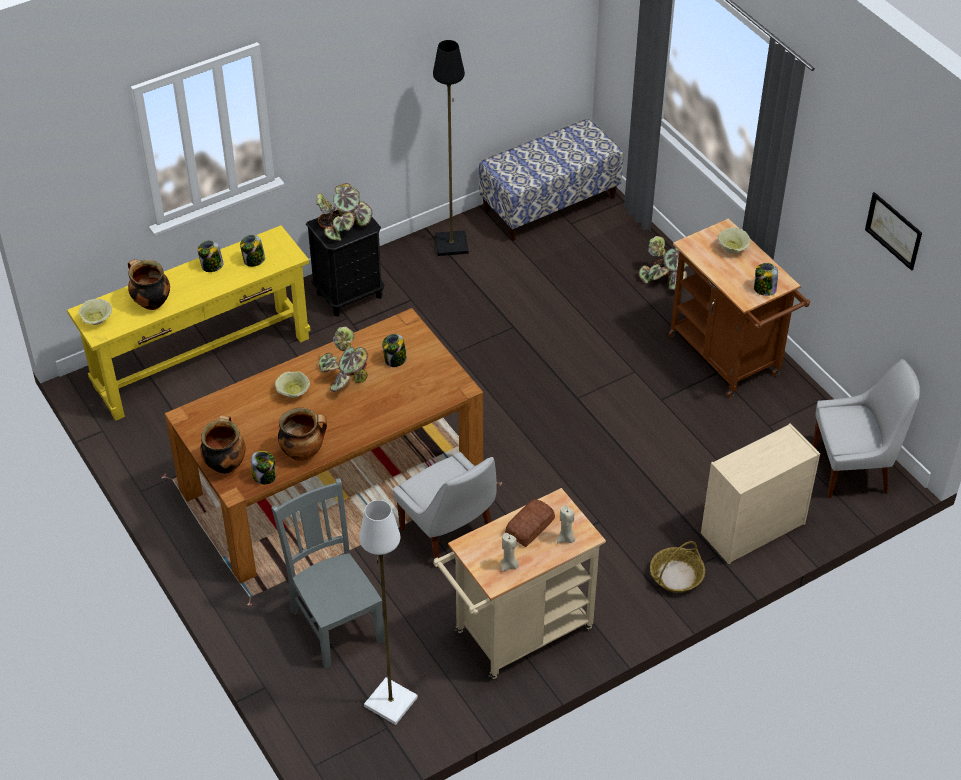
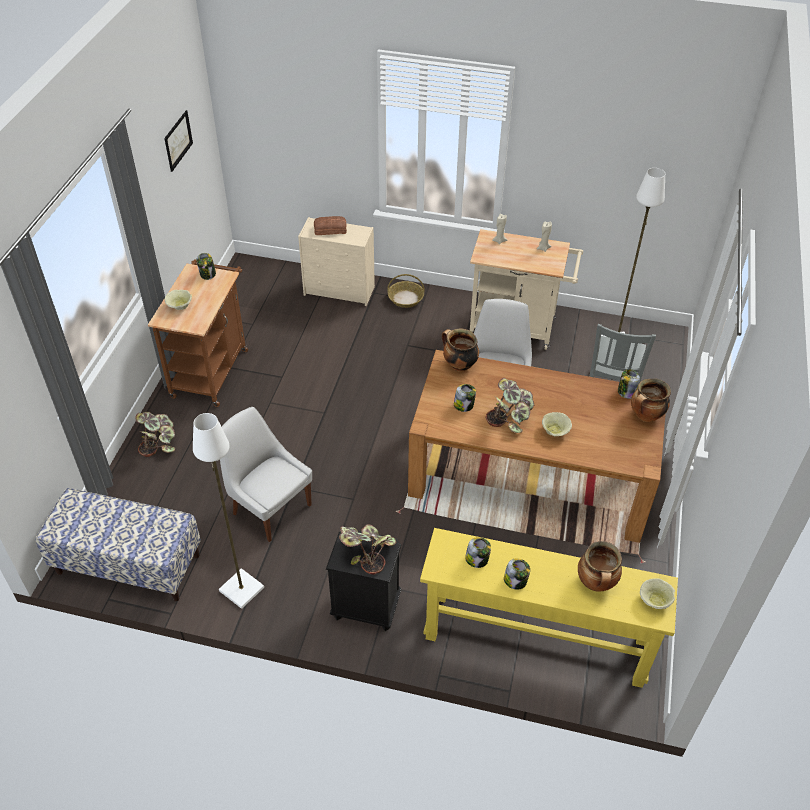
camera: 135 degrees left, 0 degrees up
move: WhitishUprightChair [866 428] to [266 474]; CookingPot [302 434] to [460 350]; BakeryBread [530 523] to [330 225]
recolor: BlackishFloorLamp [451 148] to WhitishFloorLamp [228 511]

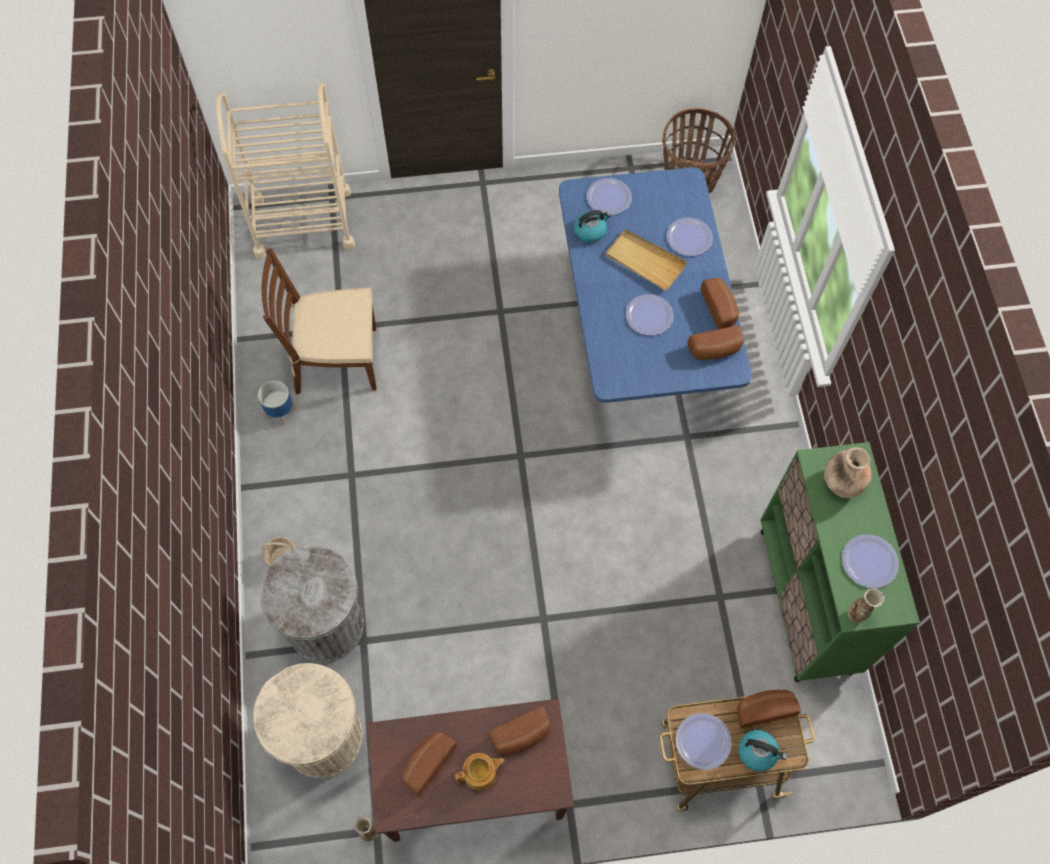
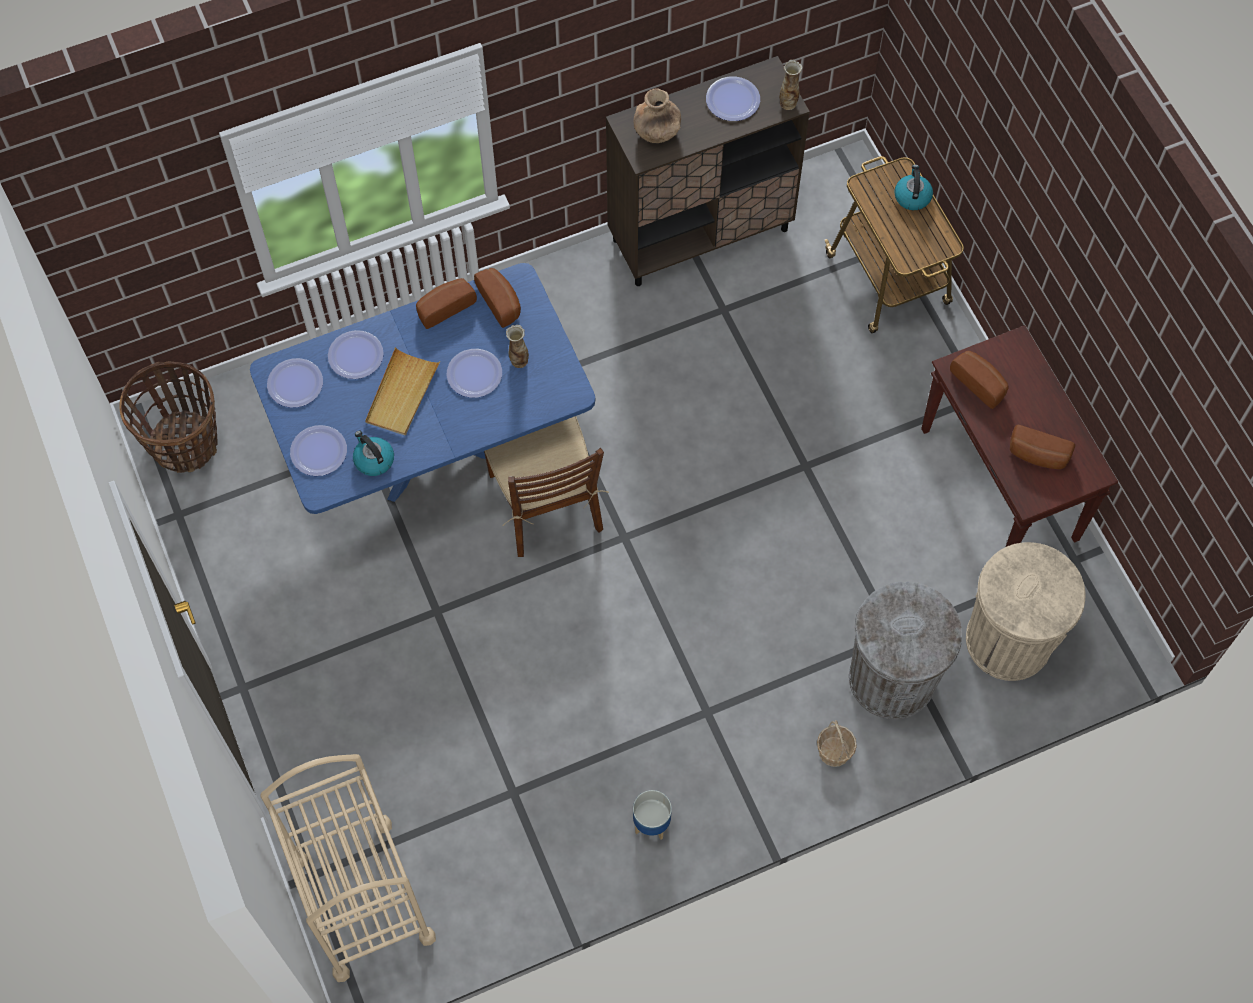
camera: 105 degrees left, 0 degrees up
delete: BakeryBread [769 709]; Teapot [480 771]
move: BrownColouredUprightChair [319 321] to [546 486]; Plate [704 741] to [295 383]; DecorativeVase [366 828] to [517 346]
recolor: GreenCupboard [840 562] to BrownColouredCupboard [708 171]

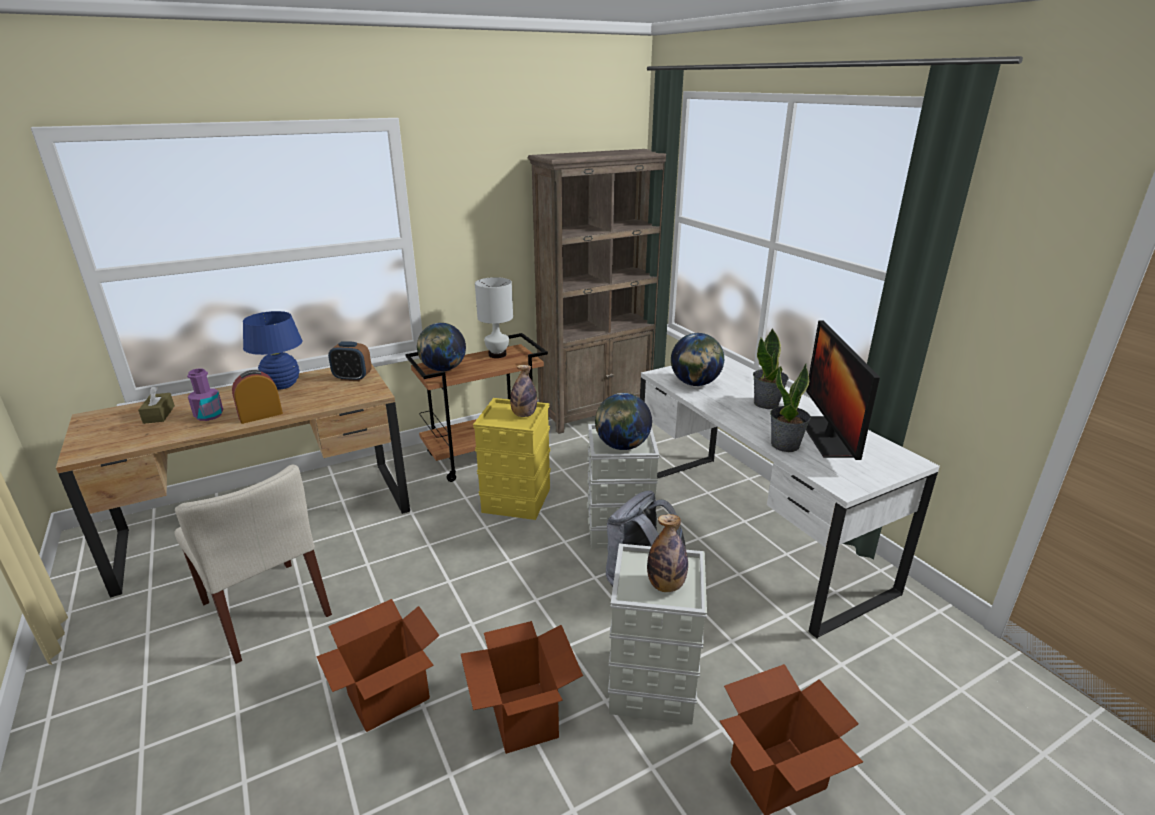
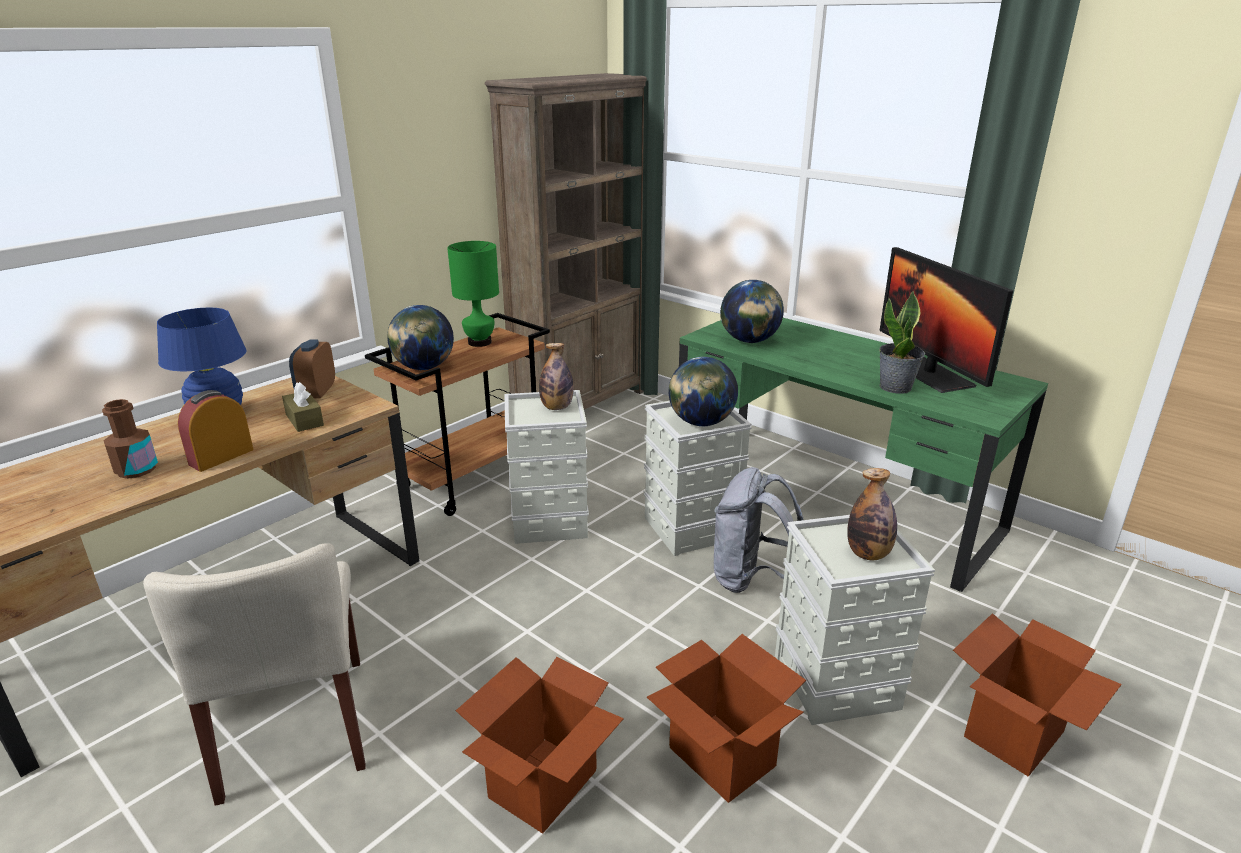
camera: 20 degrees left, 0 degrees up
delete: Houseplant [771 368]
move: BrownColouredTissueBox [156 405] to [303 407]
recolor: WhitishTableLamp [494 317] to GreenTableLamp [473 294]; WhitishDeskTable [790 498] to GreenDeskTable [863 455]; PurplishBottle [205 394] to BrownColouredBottle [130 439]; YellowStorageBin [512 459] to GreyishStorageBin [547 467]
rotate: AlarmClock [350 361] = [312 368] 105 degrees clockwise; SandColouredUprightChair [253 564] = [254 674] 45 degrees clockwise

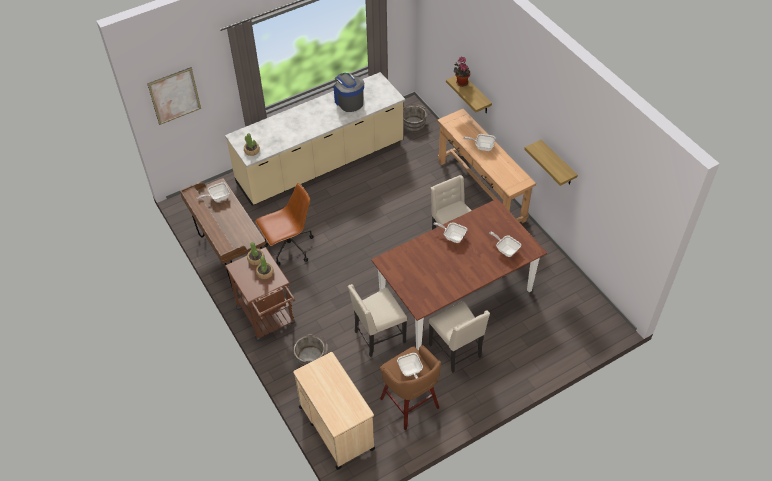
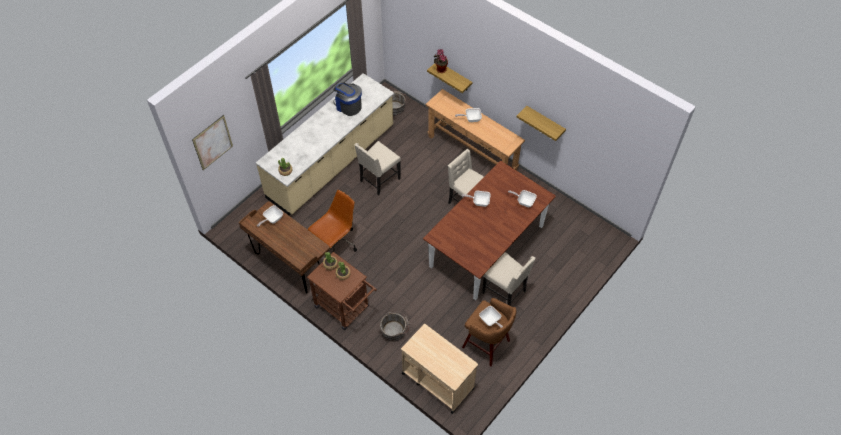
camera: 20 degrees left, 5 degrees up
move: SandColouredUprightChair [377 320] to [377 168]

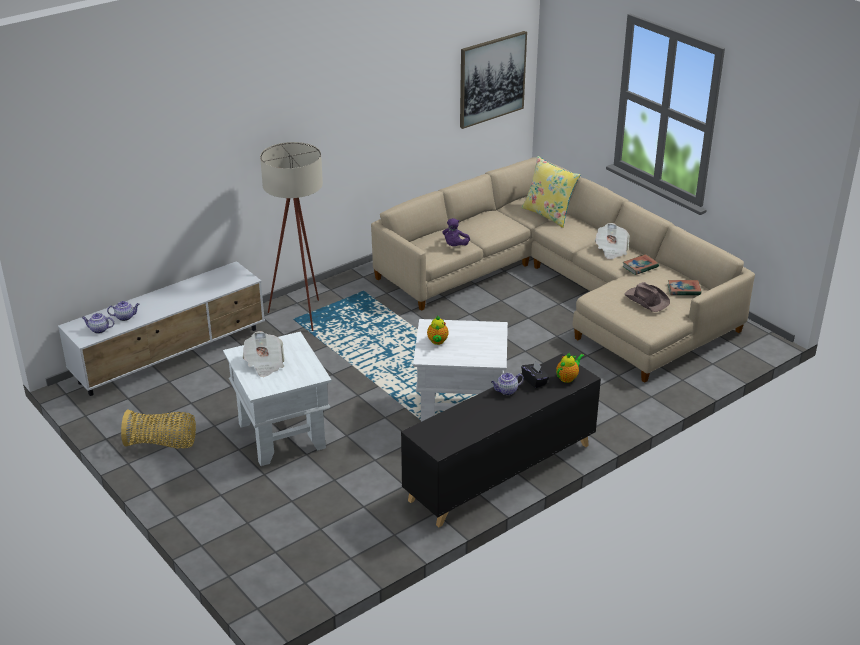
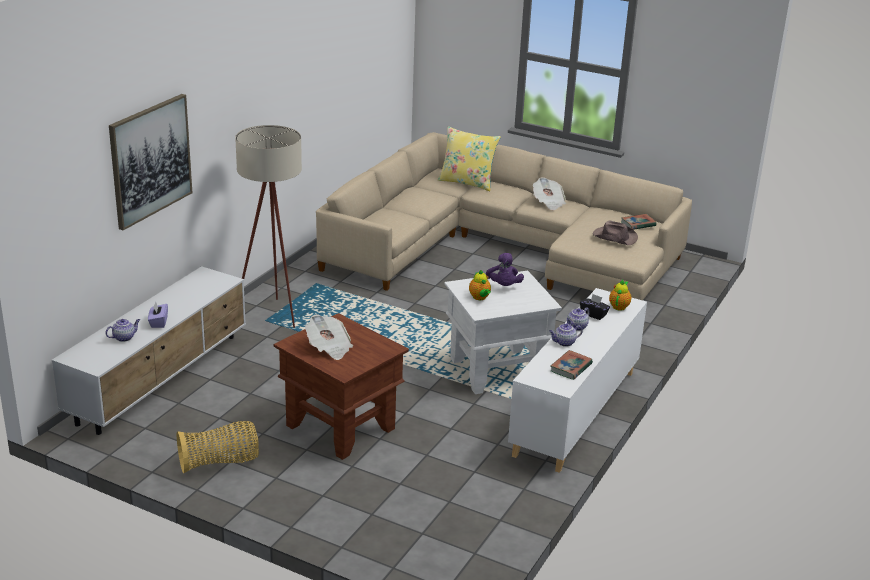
camera: 25 degrees left, 5 degrees down
insert: PurplishTissueBox [158 315]
move: WallPicture [493 80] to [150 162]; PurplishPlushToy [456 232] to [505 269]; BoundBook [641 264] to [572 365]; Teapot [98 323] to [566 335]
recolor: WhitishSideTable [277 399] to BrownColouredSideTable [341 386]; BlackishCupboard [501 440] to WhitishCupboard [577 380]

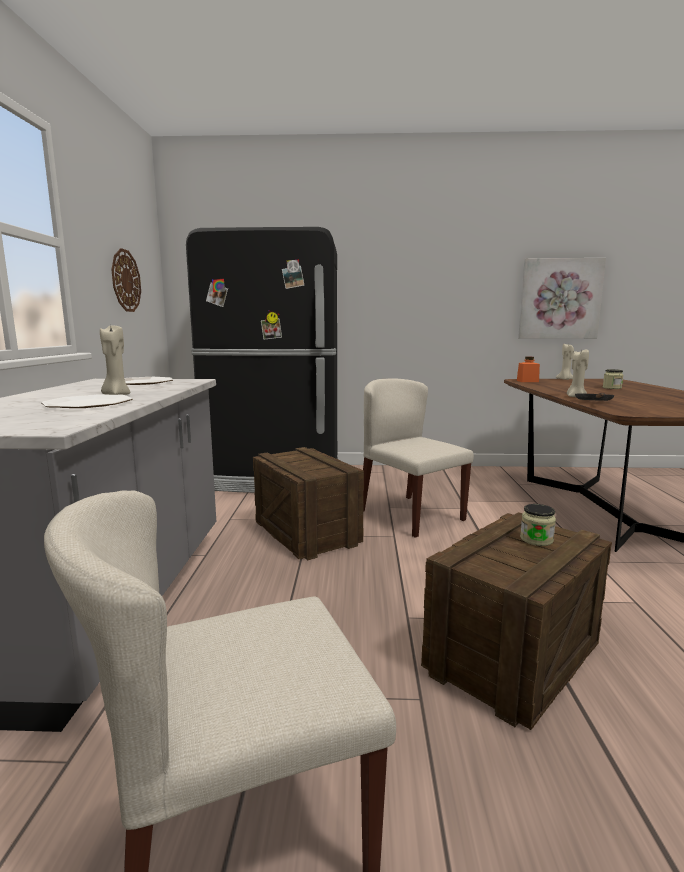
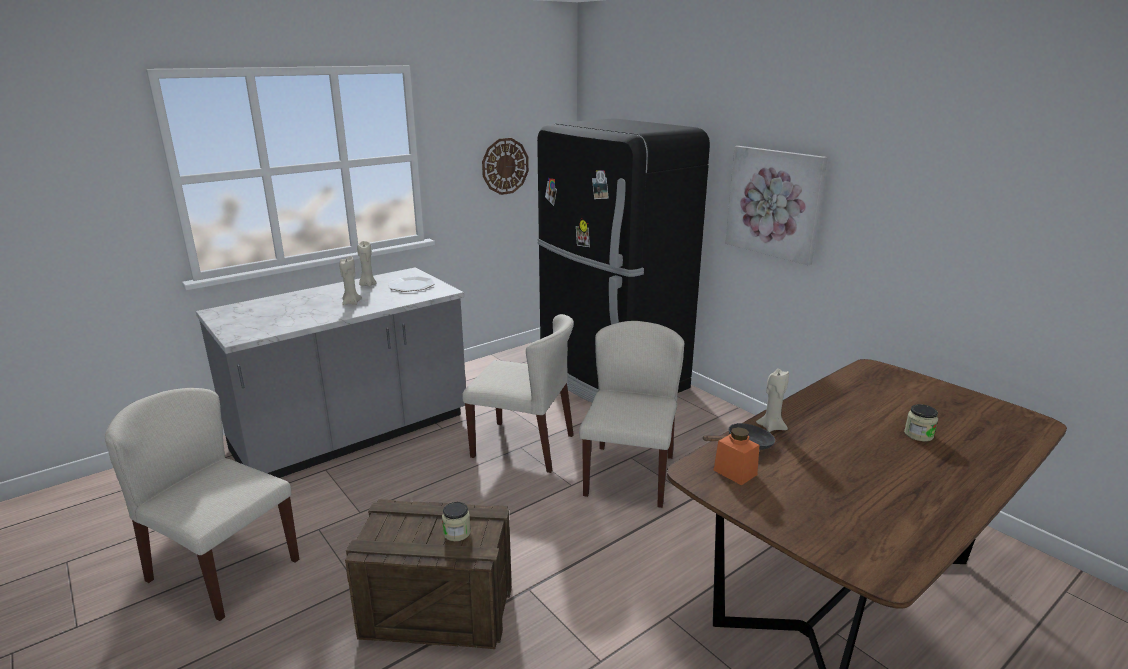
camera: 50 degrees right, 10 degrees up
delete: Plate [87 401]
move: WallPicture [562 298] to [776 205]; SandColouredCandle [565 361] to [367 264]; OrangeColouredJar [528 369] to [736 456]
replace: Crate [308 503] to SandColouredUprightChair [518 393]

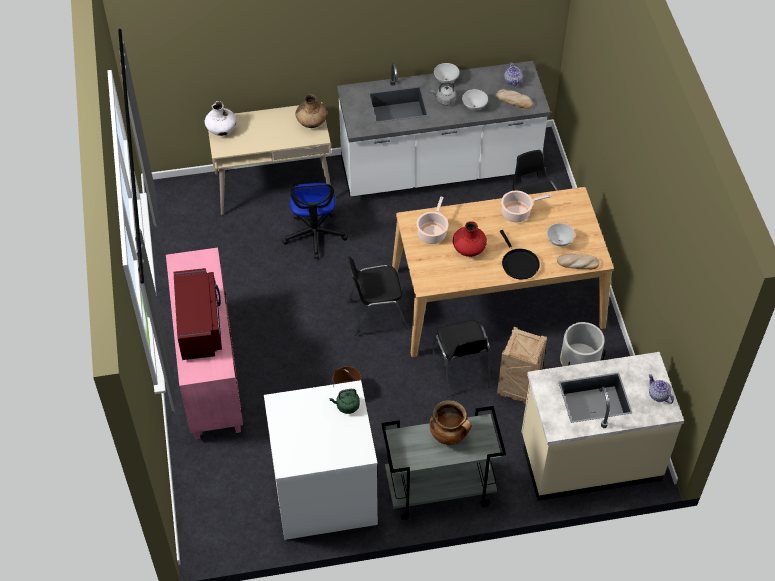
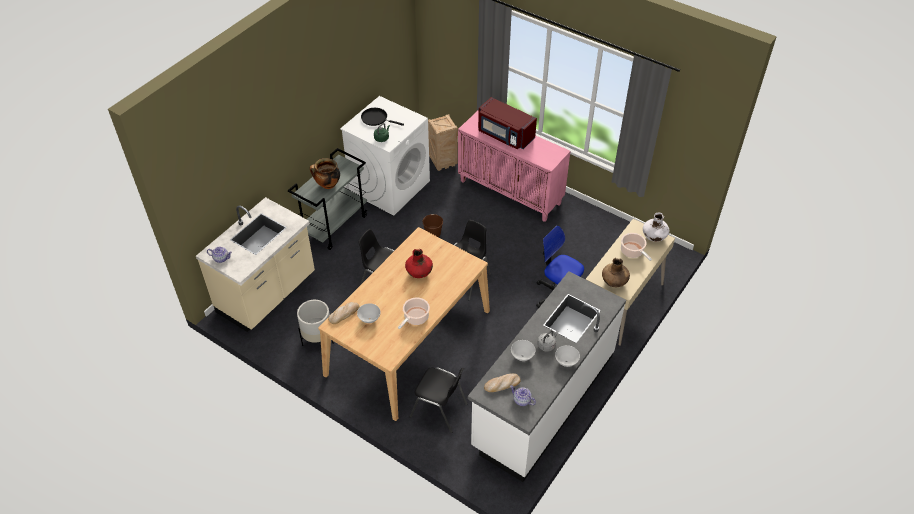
camera: 135 degrees right, 5 degrees down
move: CookingPot [432 220] to [636 247]; BlackishFryingPan [520 255] to [382 117]; Crate [522 365] to [443 142]

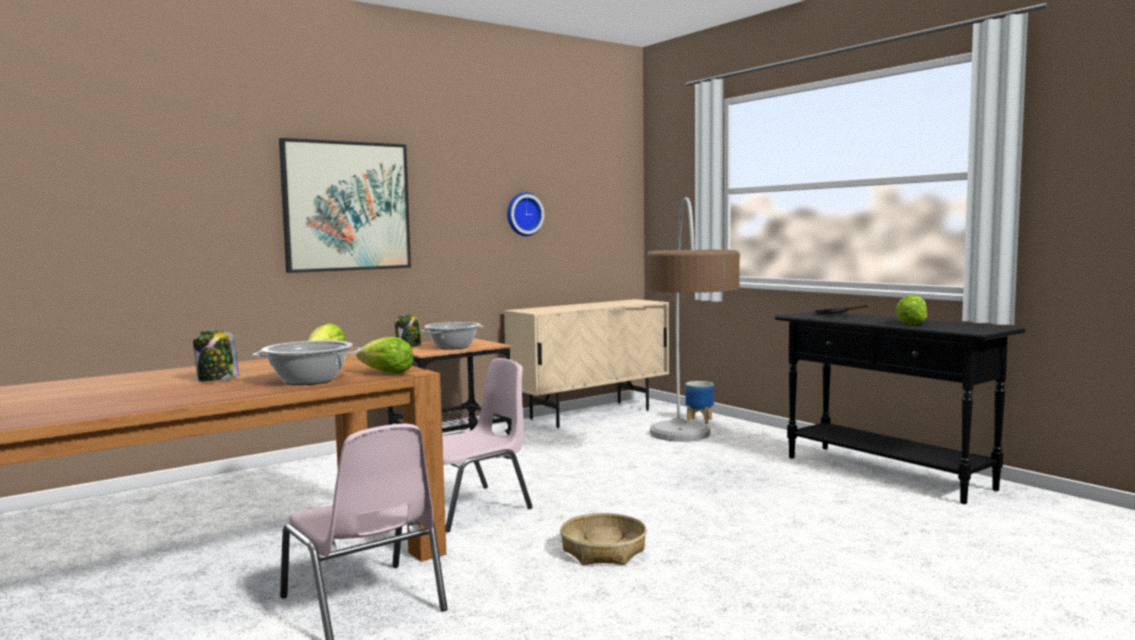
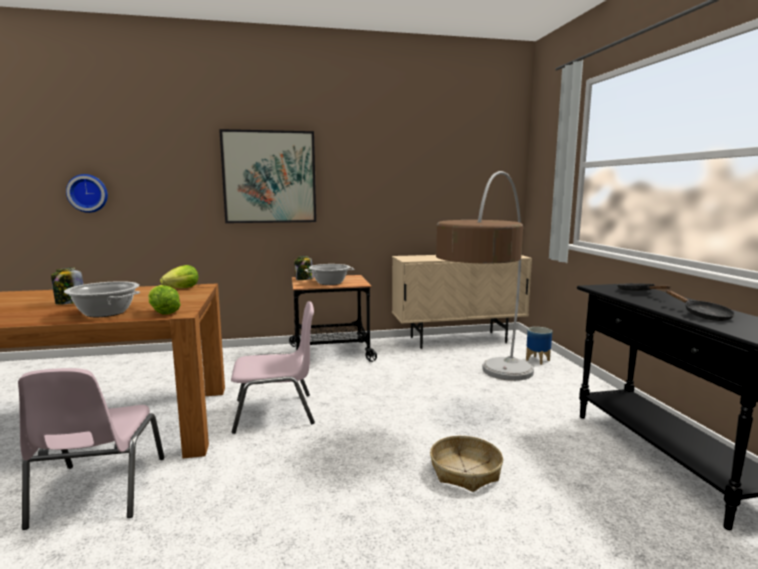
camera: 25 degrees right, 5 degrees up
move: ClockOnTheWall [525 214] to [87 193]; HouseholdBasket [603 539] to [466 464]
replace: Lettuce [911 310] to BlackishFryingPan [700 305]

